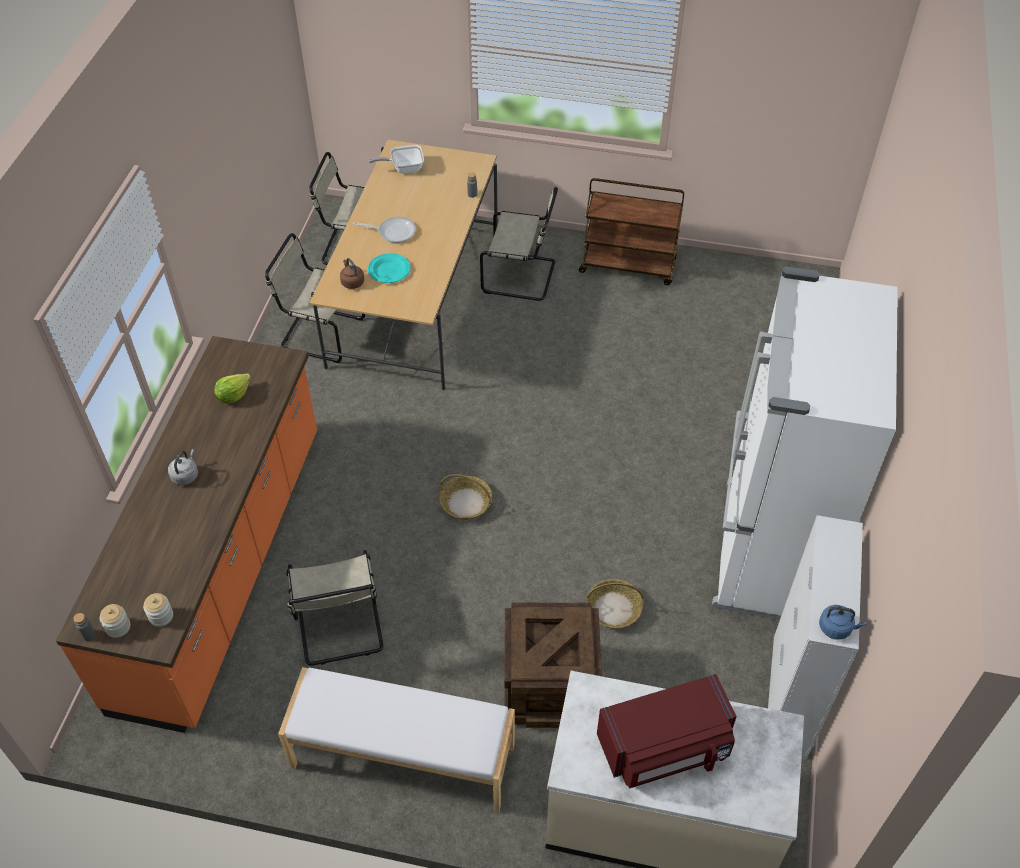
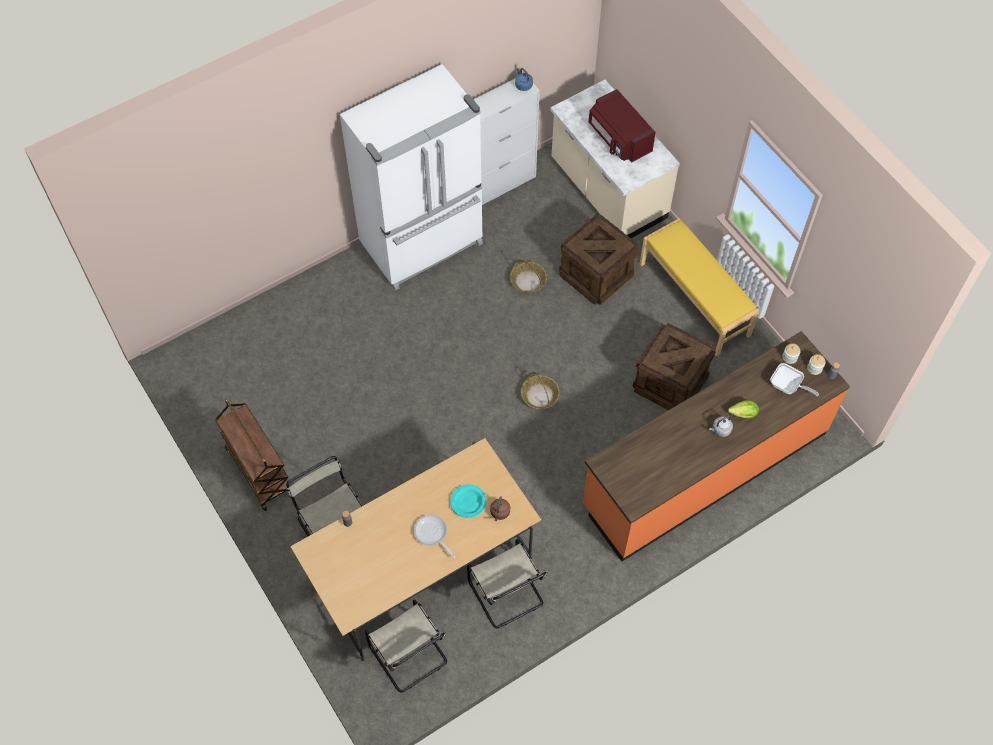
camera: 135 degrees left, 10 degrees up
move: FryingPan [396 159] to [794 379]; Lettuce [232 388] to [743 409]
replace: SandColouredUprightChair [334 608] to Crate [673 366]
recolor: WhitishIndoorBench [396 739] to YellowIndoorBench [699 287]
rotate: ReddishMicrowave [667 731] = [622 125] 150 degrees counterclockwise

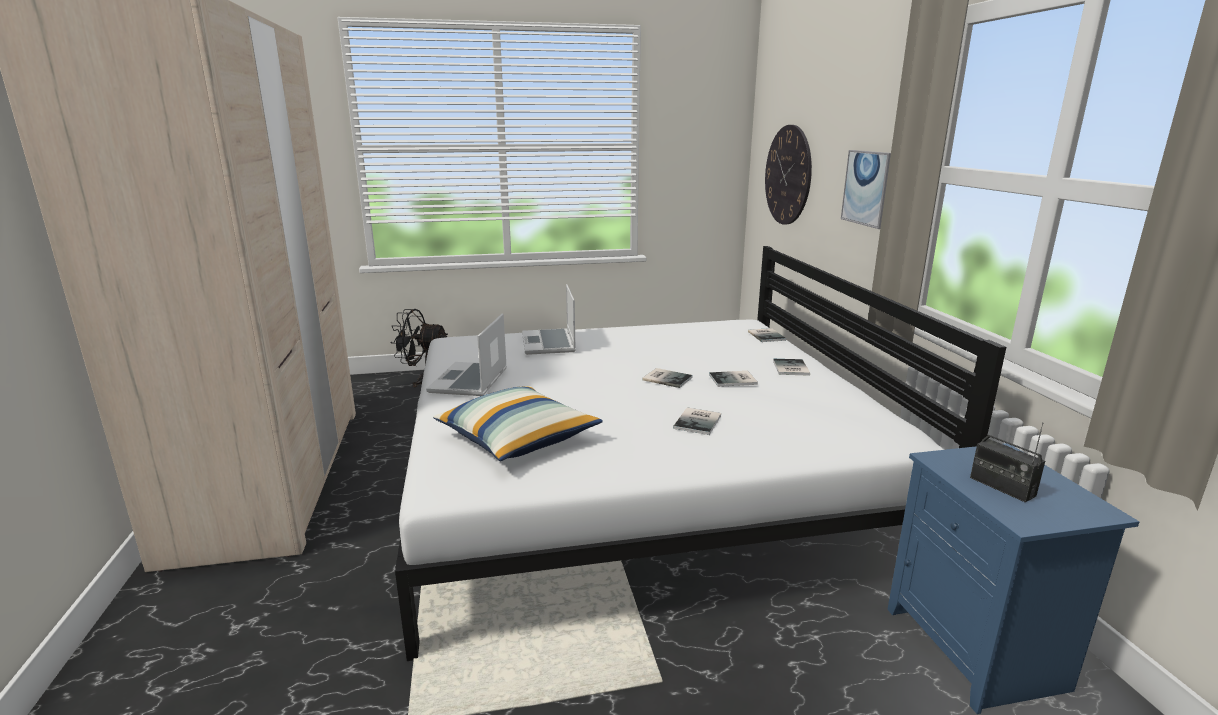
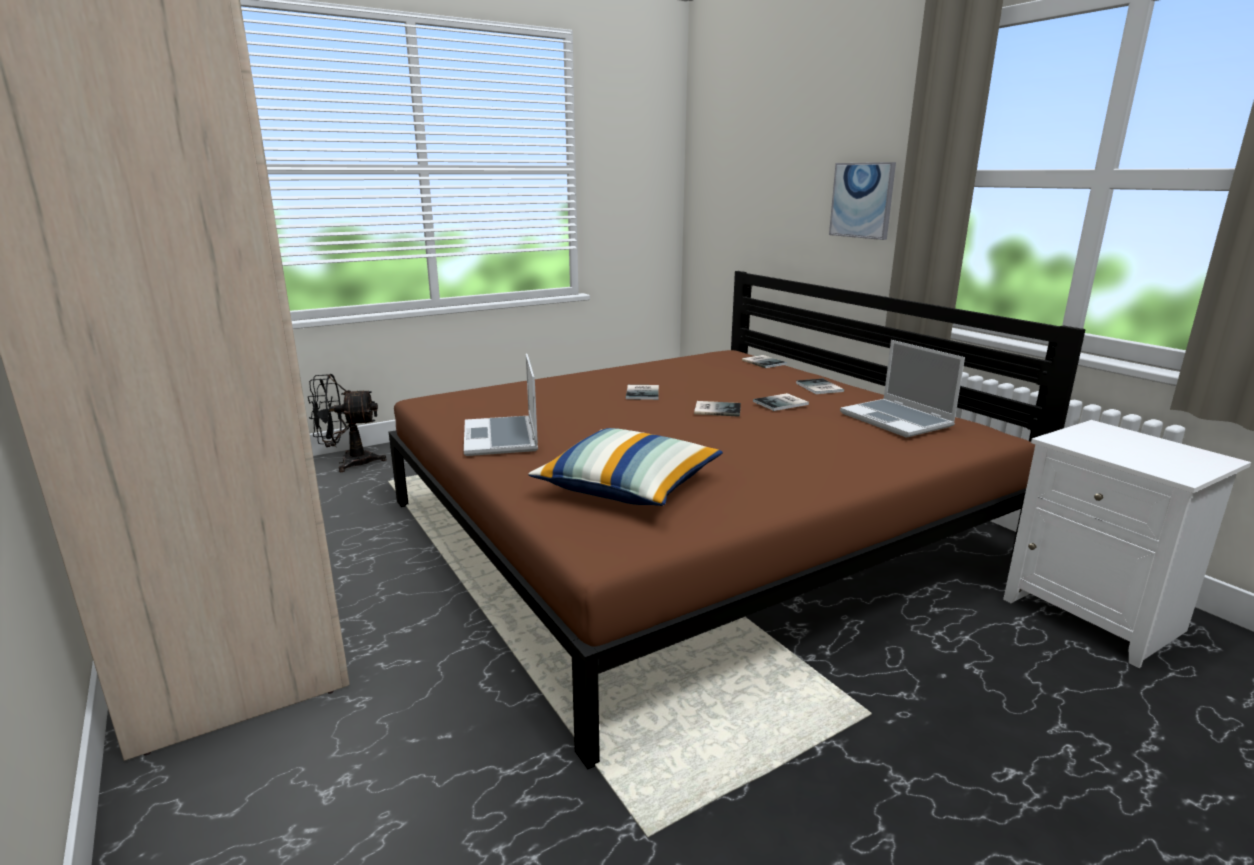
camera: 20 degrees left, 0 degrees up
delete: ClockOnTheWall [788 175]; RadioSet [1007 462]
move: Laptop [549 319] to [902 389]; BoundBook [697 421] to [642 392]
recolor: WhitishBedroomBed [700 453] to BrownColouredBedroomBed [737 520]; BlueNightstand [1013 578] to WhitishNightstand [1127 544]

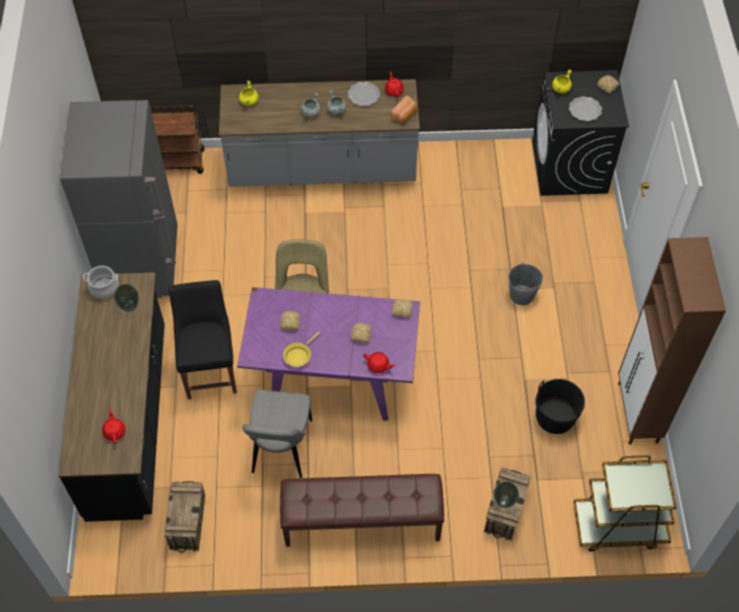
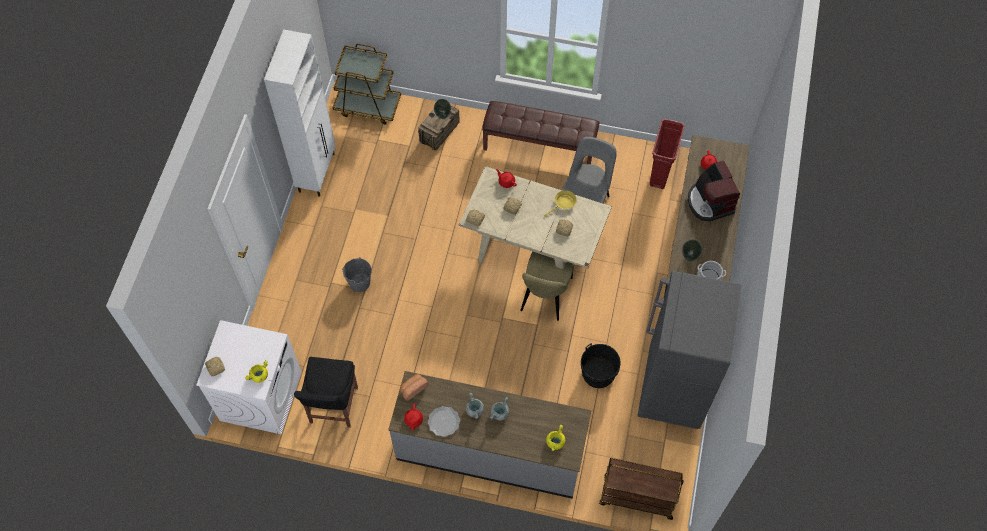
camera: 165 degrees left, 5 degrees up
delete: Plate [585 108]
insert: CoffeeBrewer [714 191]
move: BlackishUprightChair [203 339] to [326 392]; BlackishPail [560 406] to [601 365]
replace: Crate [184 517] to ReddishTrashCan [667 154]
recolor: BlackishWashingMachine [580 133] to WhitishWashingMachine [249 377]; BrownColouredCupboard [672 340] to WhitishCupboard [300 113]; PurplishKitchenTable [328 354] to SandColouredKitchenTable [535 217]

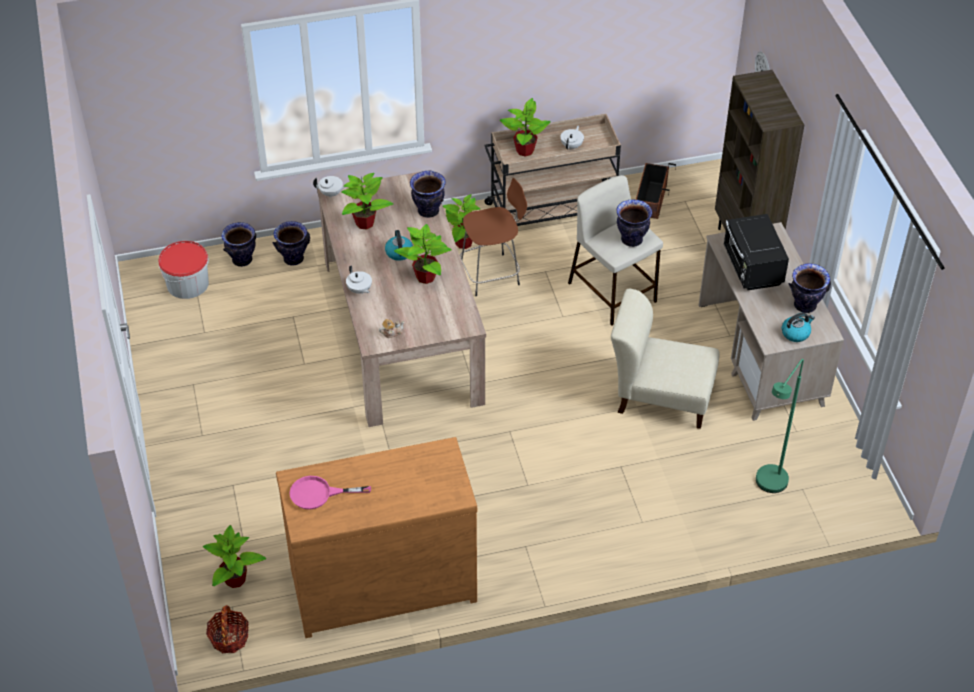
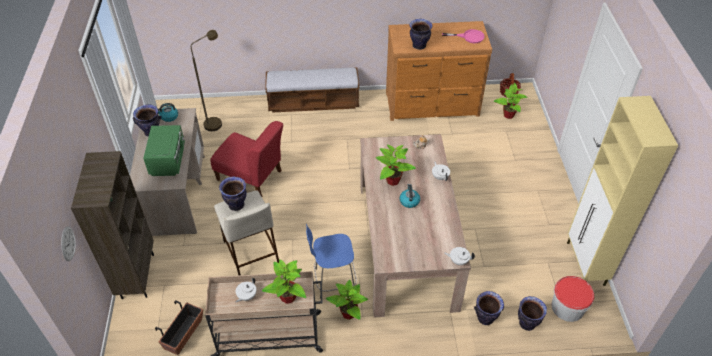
camera: 170 degrees left, 0 degrees up
delete: Houseplant [367 201]
insert: IndoorBench [312 90]; SandColouredCupboard [622 191]
move: DecorativeVase [428 194] to [421 34]
recolor: BrownColouredSittingStool [493 237] to BlueSittingStool [331 261]; BlackishMicrowave [756 252] to GreenMicrowave [164 150]; SandColouredUprightChair [665 359] to ReddishUprightChair [246 159]; GreenFloorLamp [780 426] to BrownColouredFloorLamp [206 80]

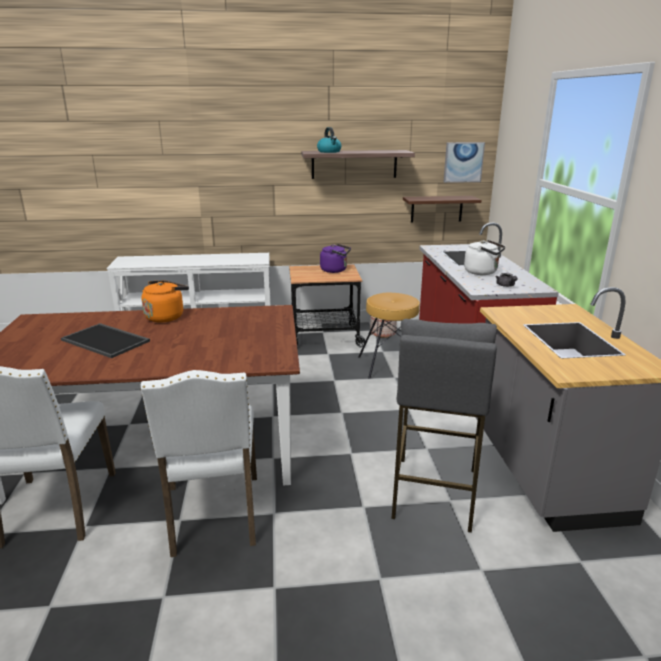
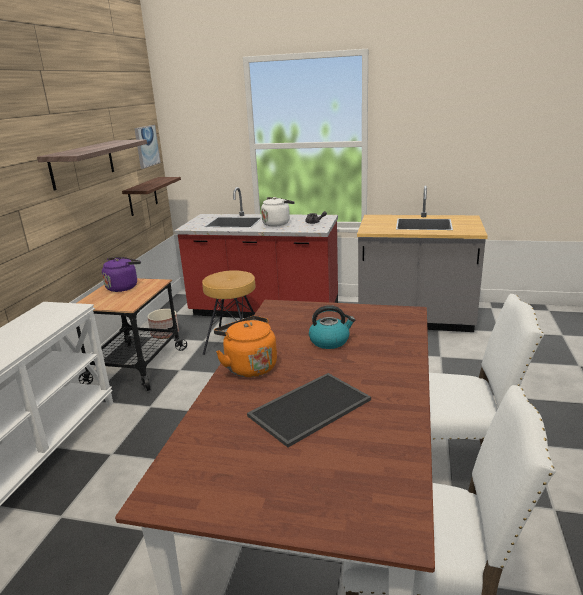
camera: 70 degrees left, 0 degrees up
delete: GreyishSittingStool [444 426]
move: TeaKettle [329 140] to [332 327]

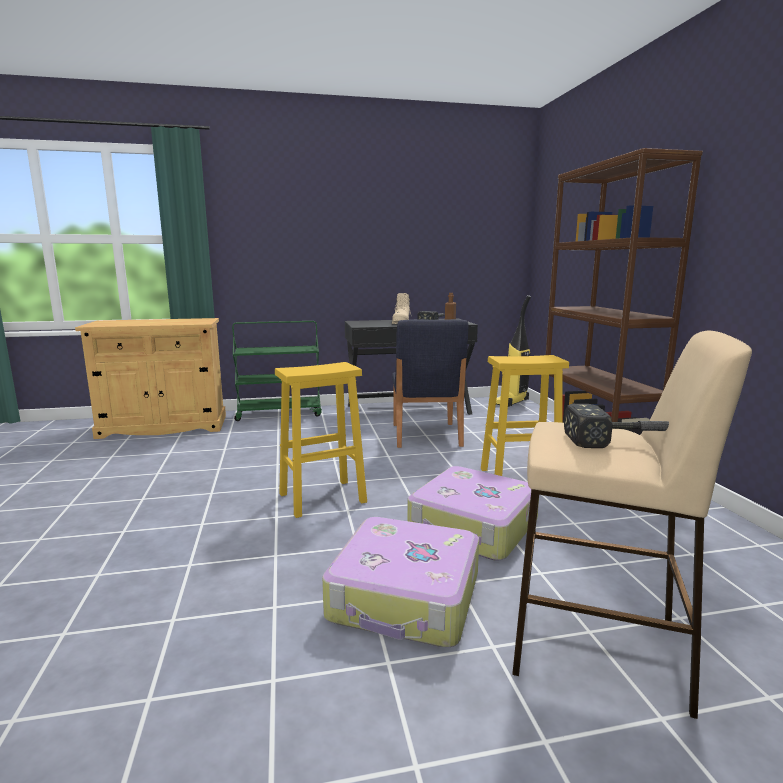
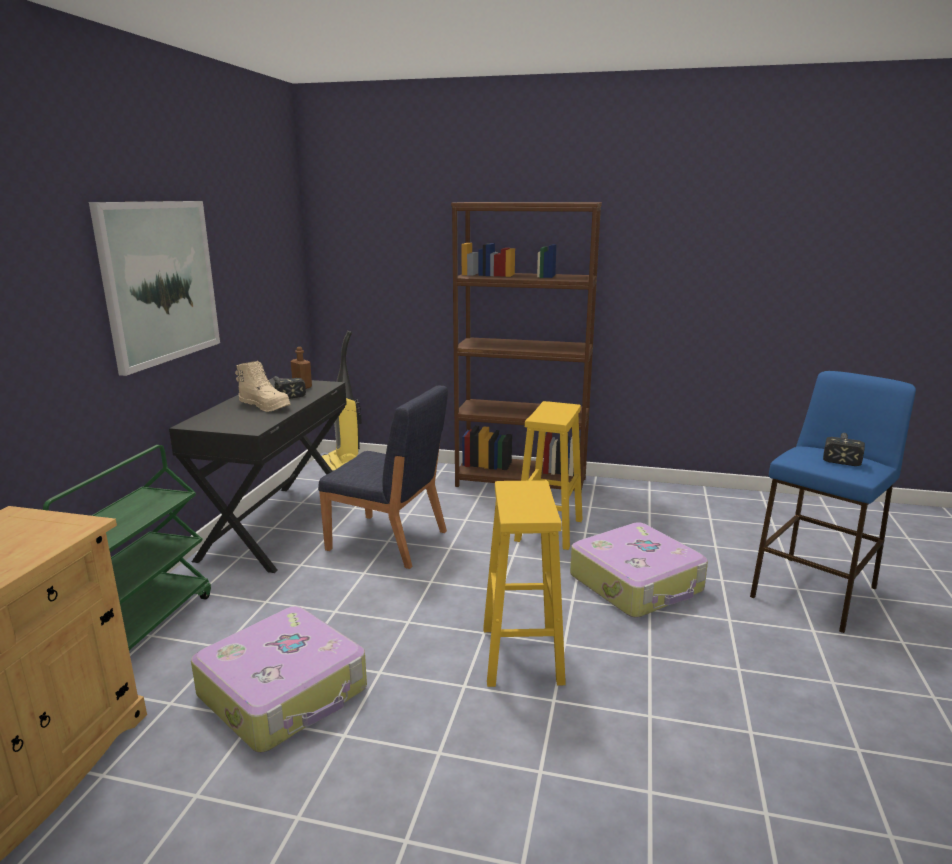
camera: 65 degrees left, 5 degrees up
insert: WallPicture [154 288]
move: Suitcase [400 582] to [279 679]
recolor: SandColouredSittingStool [632 525] to BlueSittingStool [833 502]

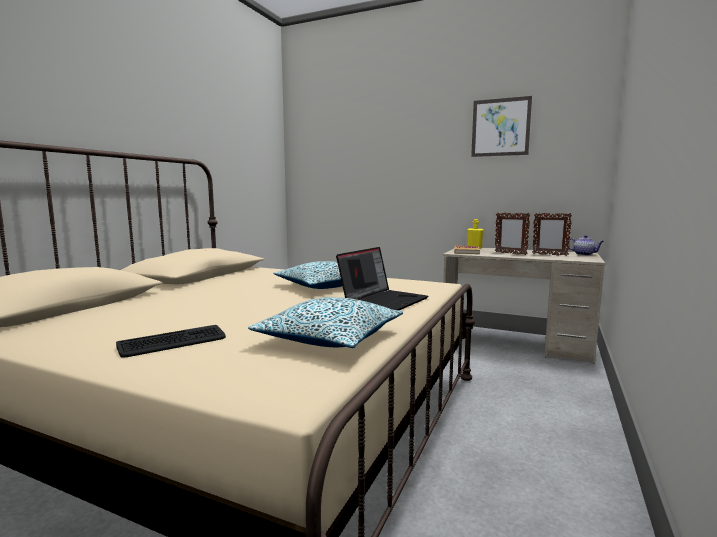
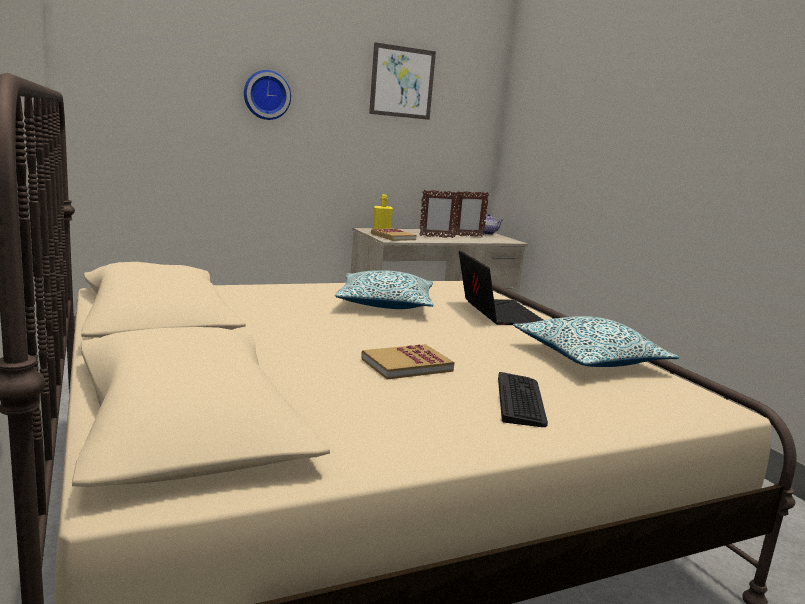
camera: 50 degrees left, 5 degrees up
insert: ClockOnTheWall [267 95]; BoundBook [408 362]

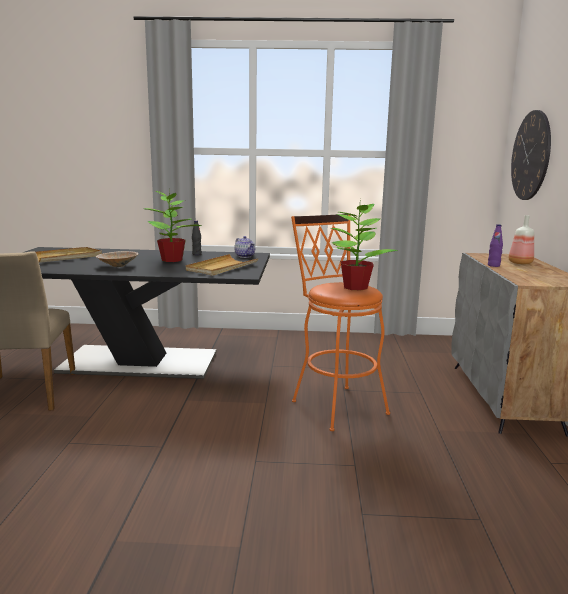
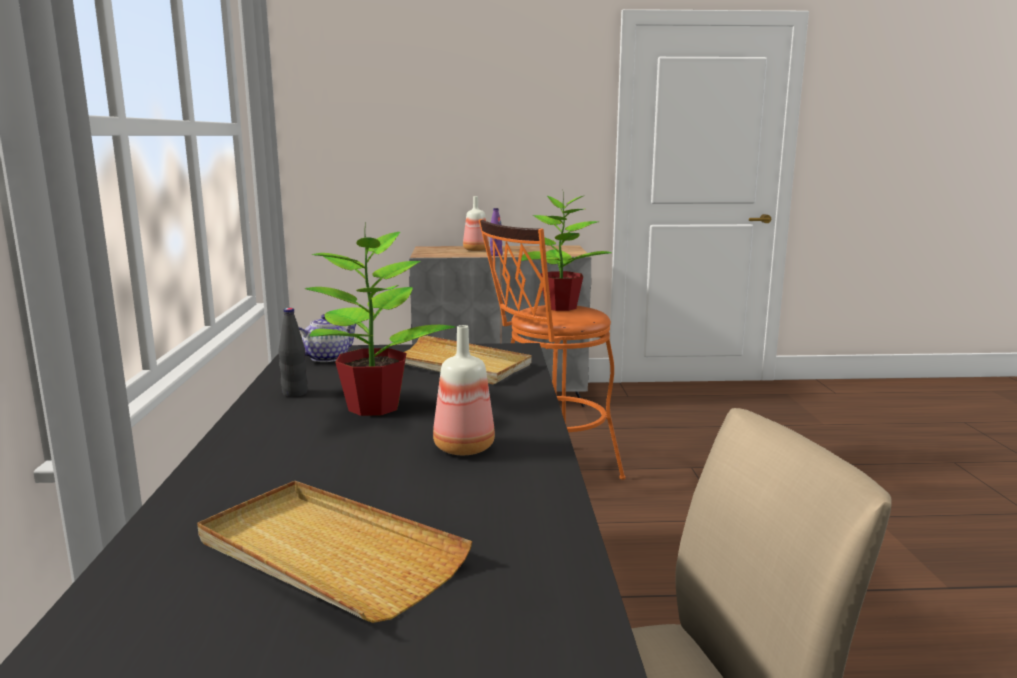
camera: 95 degrees left, 0 degrees up
delete: ClockOnTheWall [531 155]
replace: SandColouredBowl [117 259] to Bottle [464 390]

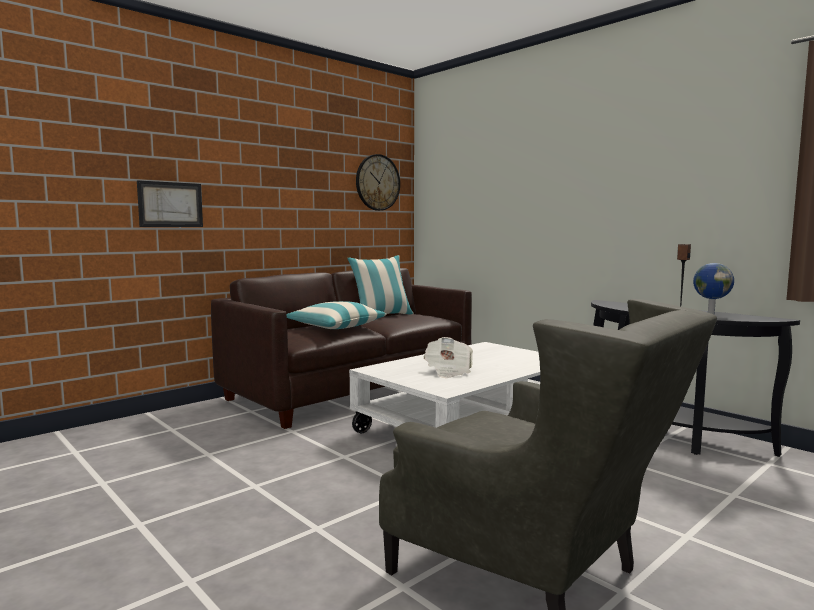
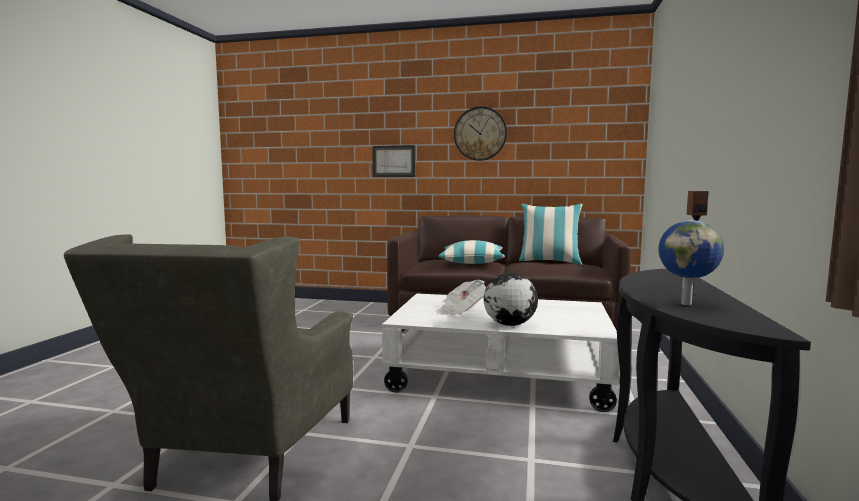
camera: 55 degrees right, 0 degrees up
insert: DeskGlobe [510 299]
move: ClockOnTheWall [378 182] to [480 133]

